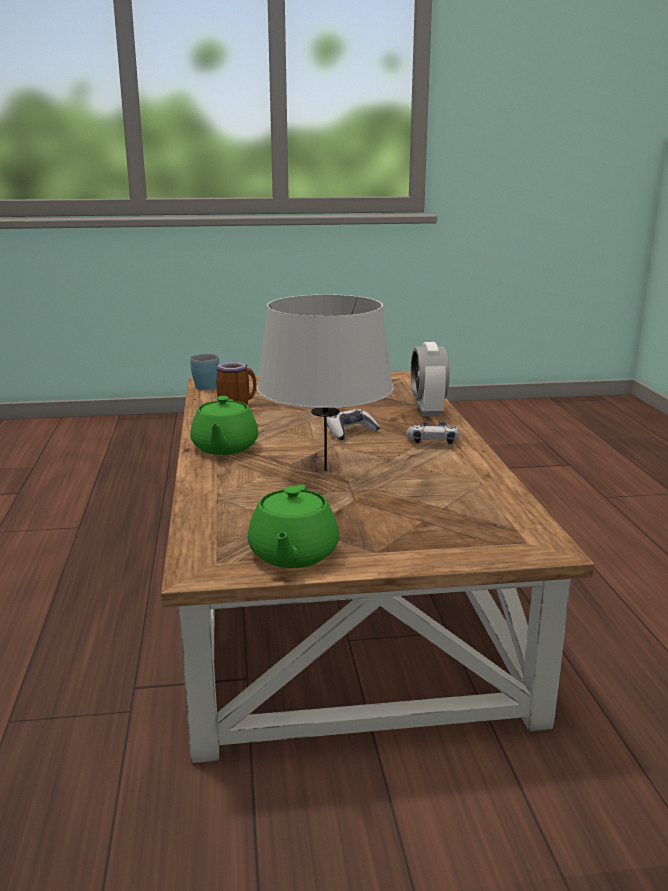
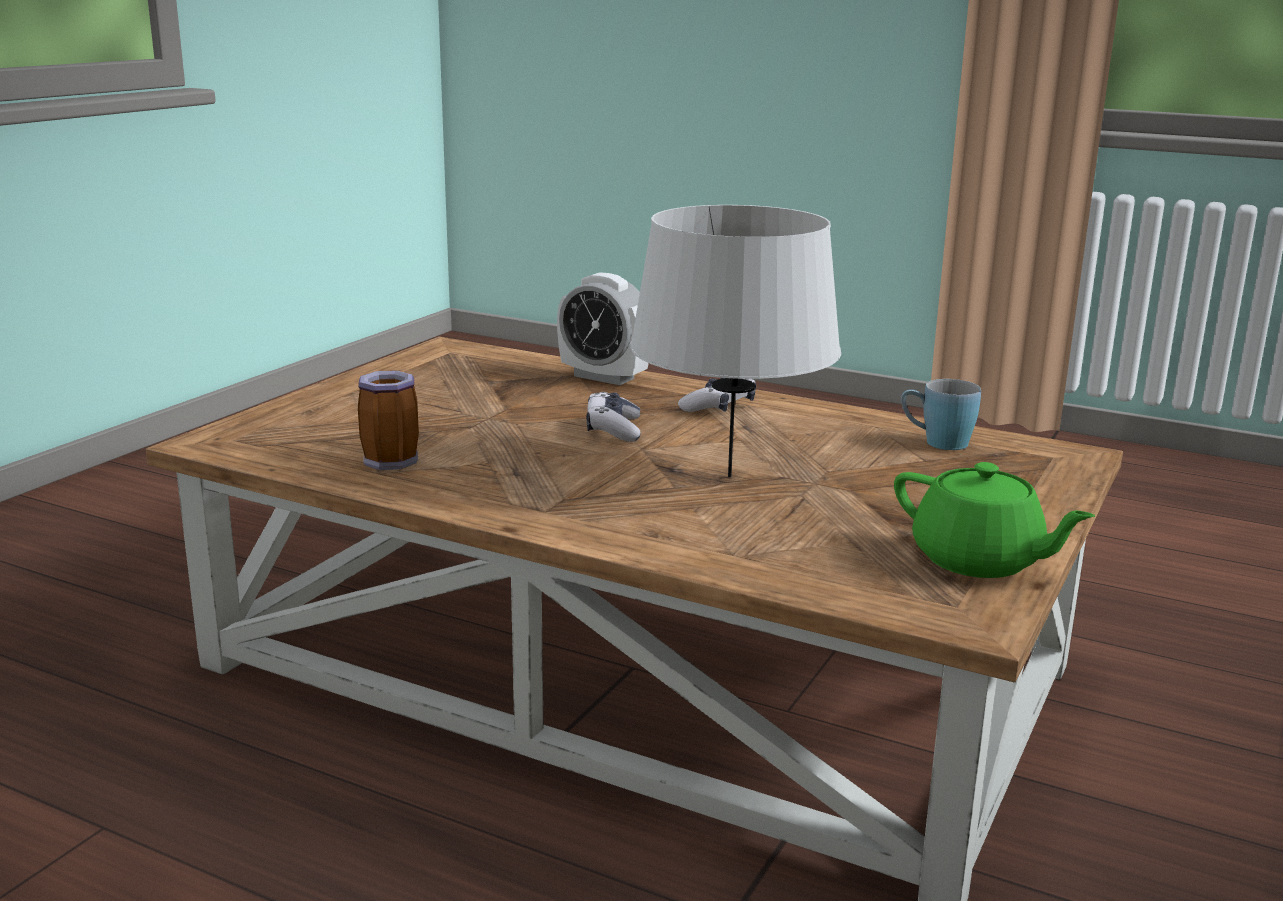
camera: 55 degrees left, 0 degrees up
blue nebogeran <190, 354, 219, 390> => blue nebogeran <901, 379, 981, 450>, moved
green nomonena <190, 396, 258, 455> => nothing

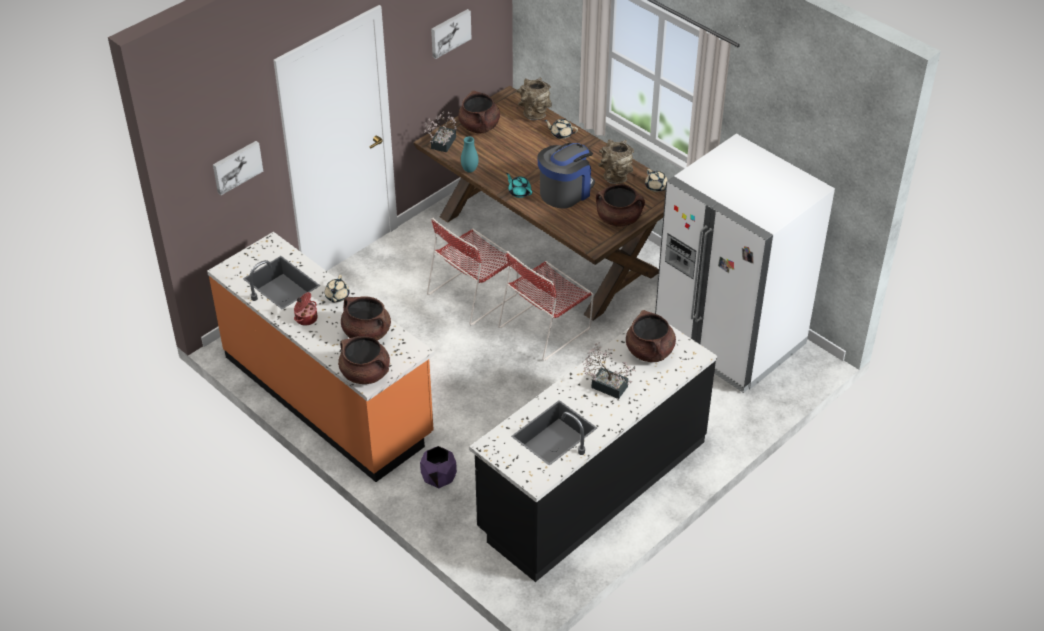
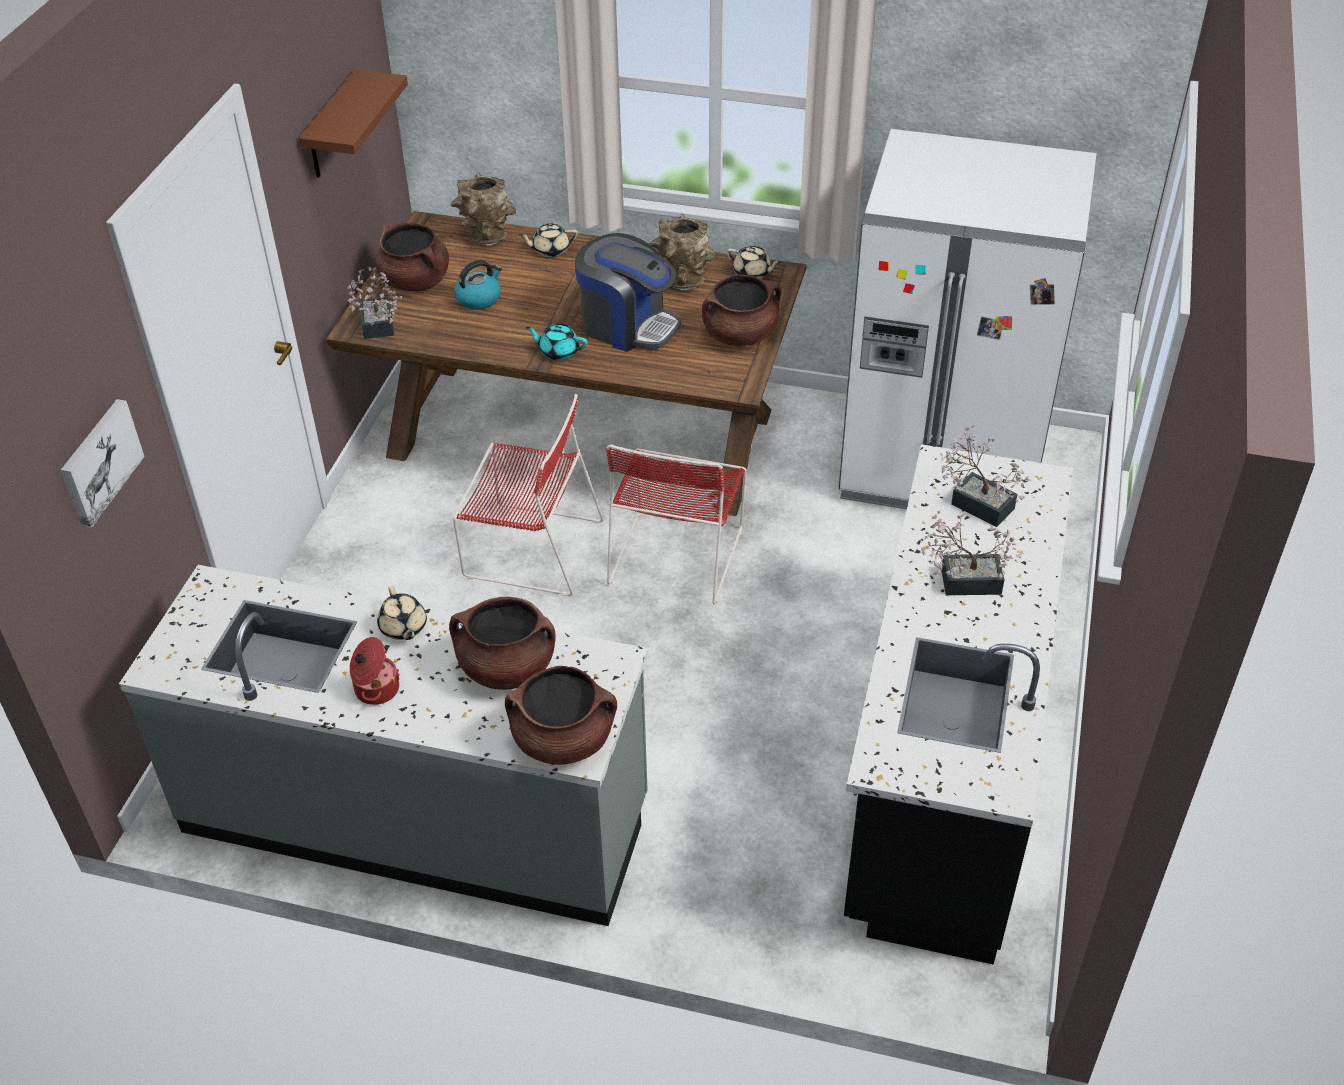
camera: 30 degrees left, 0 degrees up
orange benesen <207, 232, 434, 482> => grey benesen <119, 565, 648, 926>
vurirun <431, 9, 471, 59> => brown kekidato <299, 69, 408, 178>
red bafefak <427, 218, 519, 325> => red bafefak <453, 394, 604, 596>, 90 degrees counterclockwise
nothing => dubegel <454, 260, 502, 310>
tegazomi <537, 143, 595, 209> => tegazomi <575, 233, 681, 352>, 105 degrees clockwise
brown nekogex <626, 310, 676, 362> => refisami <940, 426, 1032, 527>
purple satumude <420, 446, 457, 488> => nothing
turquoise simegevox <461, 136, 478, 173> => nothing

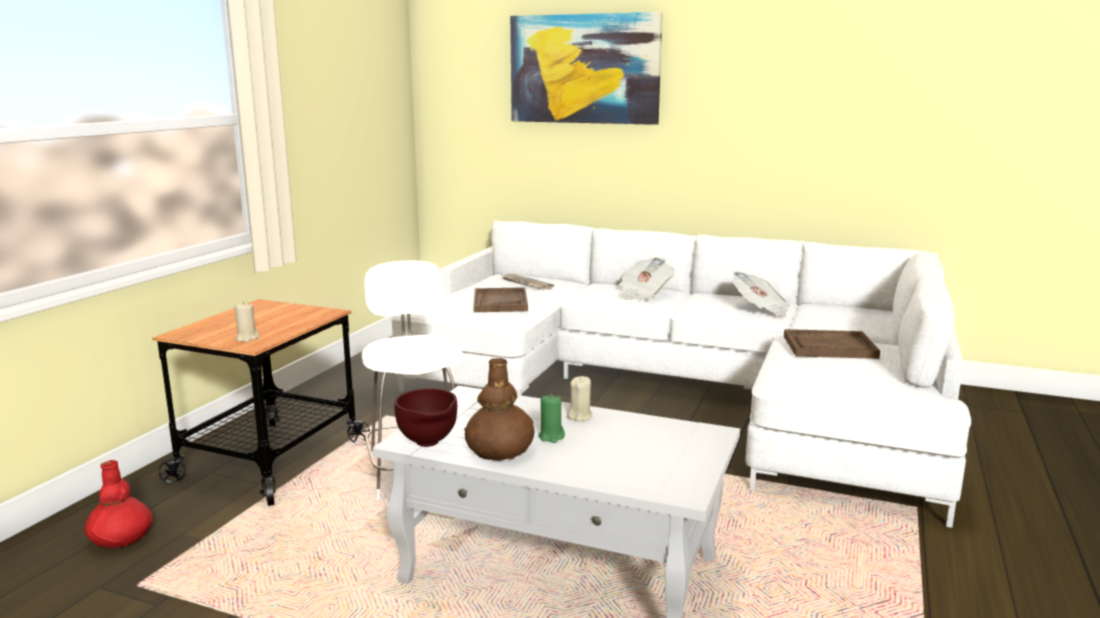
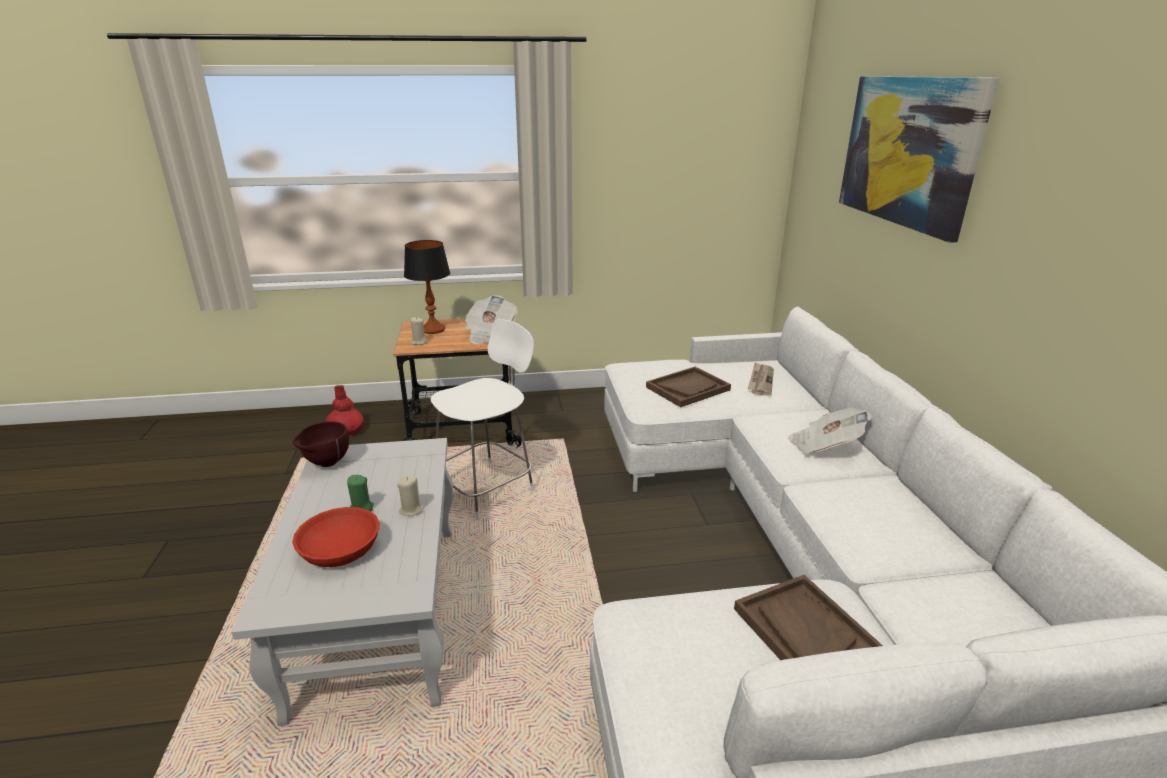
camera: 60 degrees right, 10 degrees up
nothing => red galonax <292, 507, 380, 567>
nothing => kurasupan <404, 240, 450, 334>
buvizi <732, 271, 790, 318> => buvizi <465, 295, 518, 344>, moved
brown simegevox <464, 358, 534, 461> => nothing

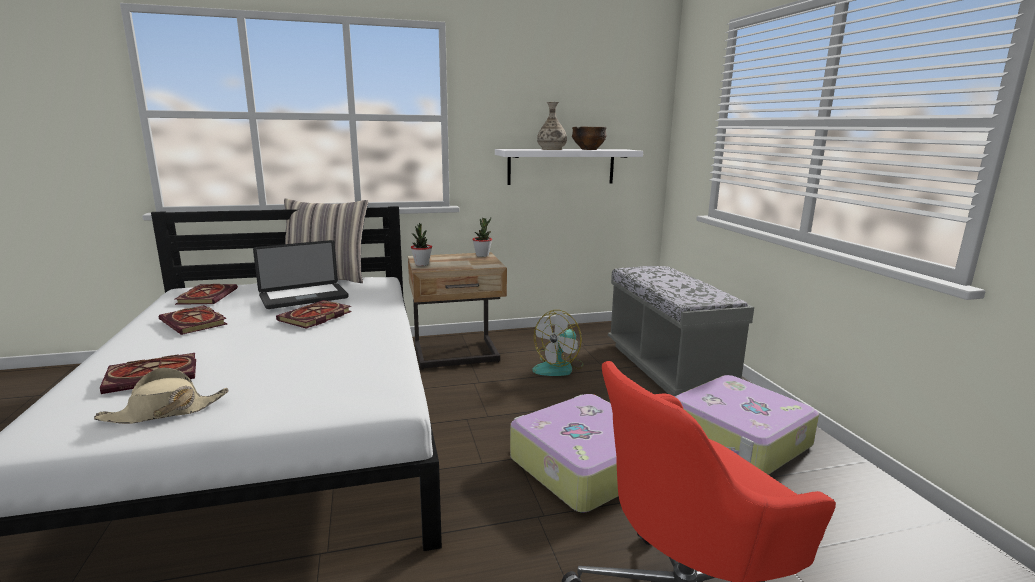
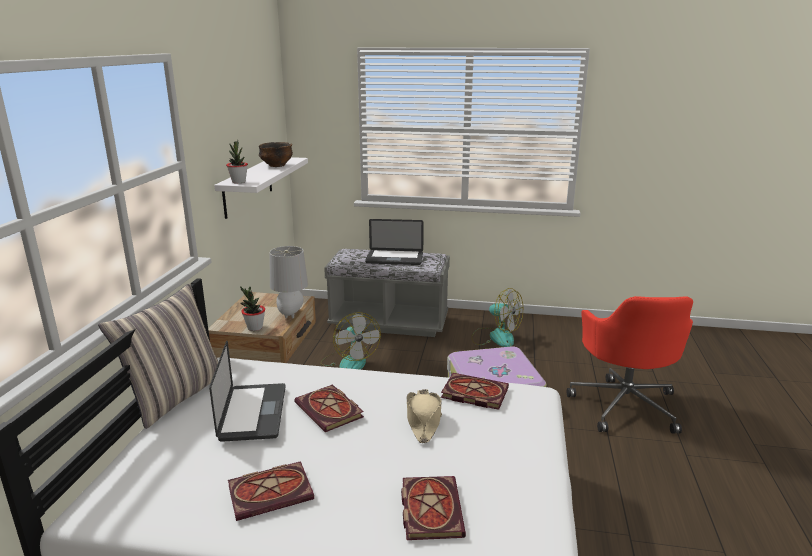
camera: 65 degrees left, 5 degrees up
refisami <472, 217, 492, 257> => refisami <226, 140, 248, 184>, moved
nothing => grey kurasupan <269, 246, 308, 318>
nothing => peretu <365, 219, 424, 265>
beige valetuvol <94, 368, 228, 424> => beige valetuvol <407, 389, 442, 443>, moved
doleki <174, 284, 238, 305> => doleki <441, 373, 509, 410>, moved
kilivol <675, 375, 819, 475> => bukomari <471, 288, 523, 347>
simegevox <537, 102, 567, 150> => nothing

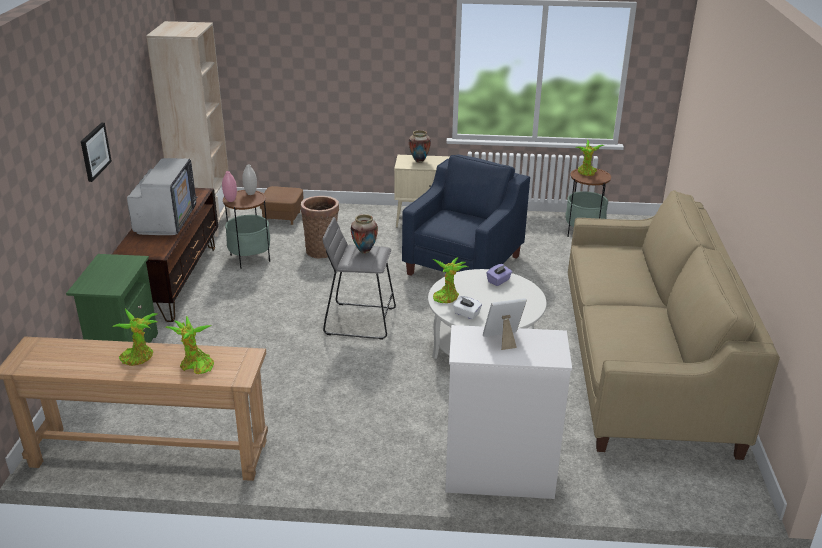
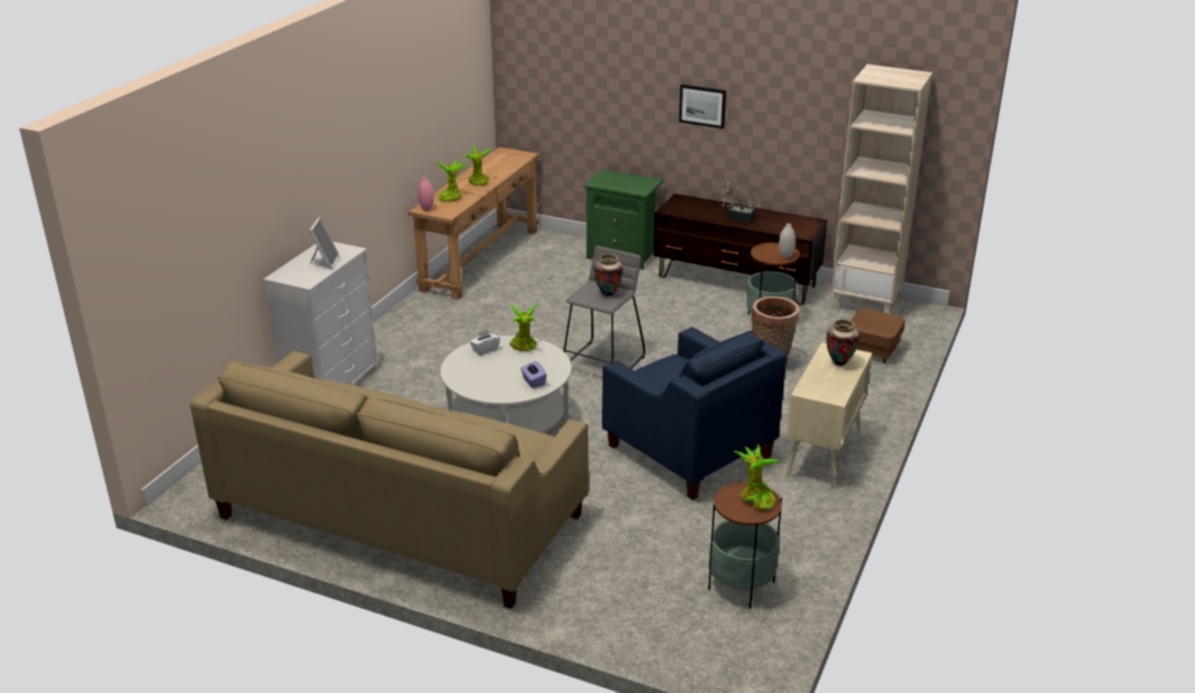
camera: 110 degrees right, 0 degrees up
pink simegevox <222, 171, 237, 202> => pink simegevox <418, 177, 434, 211>, moved
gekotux <127, 158, 198, 235> => refisami <721, 181, 761, 223>

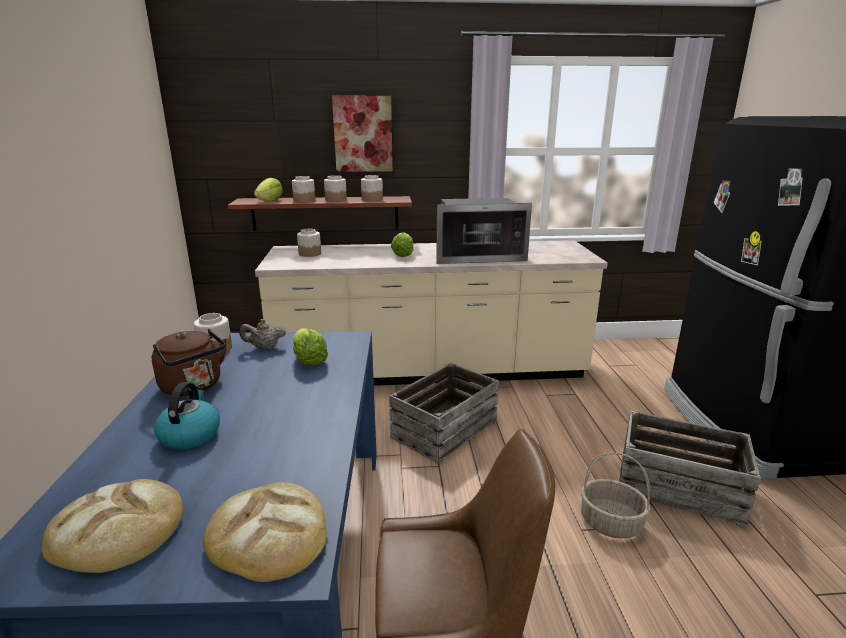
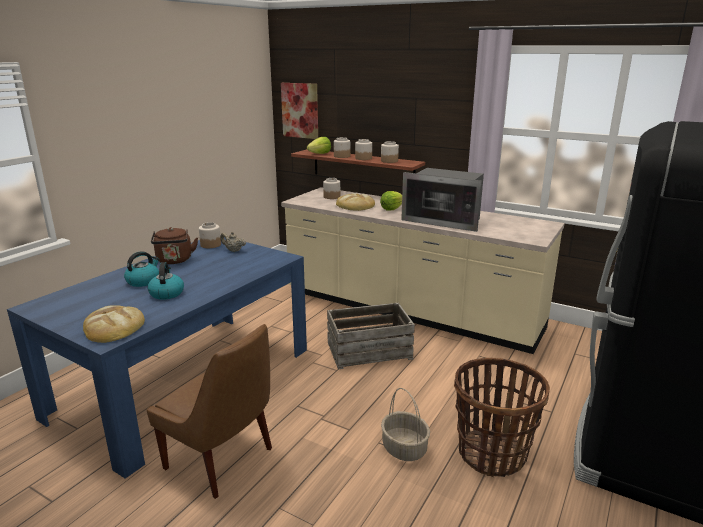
camera: 35 degrees right, 0 degrees up
nothing => dubegel <148, 262, 184, 300>
vurirun <332, 96, 393, 172> => vurirun <281, 83, 318, 139>, moved
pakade <42, 479, 183, 573> => pakade <336, 193, 375, 211>, moved
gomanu <619, 410, 761, 529> => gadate <454, 358, 550, 477>
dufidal <293, 328, 328, 366> => nothing

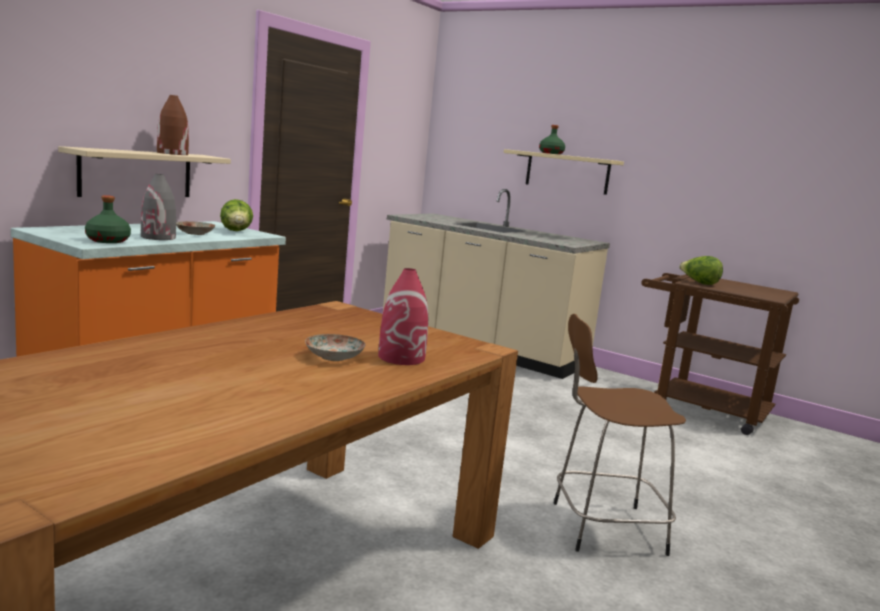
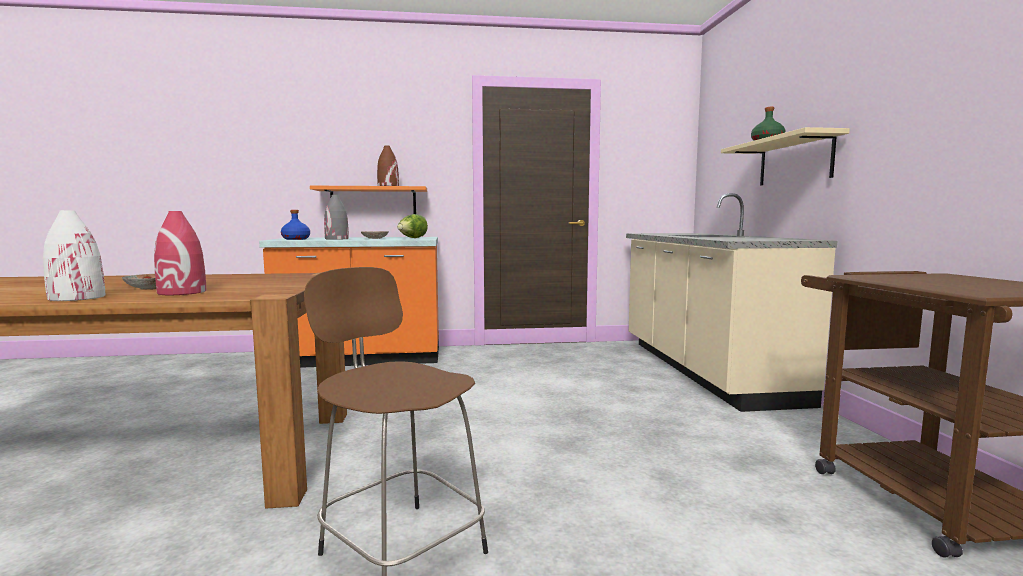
camera: 50 degrees right, 5 degrees down
nothing => white simegevox <43, 210, 105, 301>
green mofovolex <85, 195, 131, 243> => blue mofovolex <281, 210, 310, 240>
beige kekidato <58, 146, 231, 197> => orange kekidato <310, 186, 427, 214>
dufidal <679, 256, 723, 285> => nothing

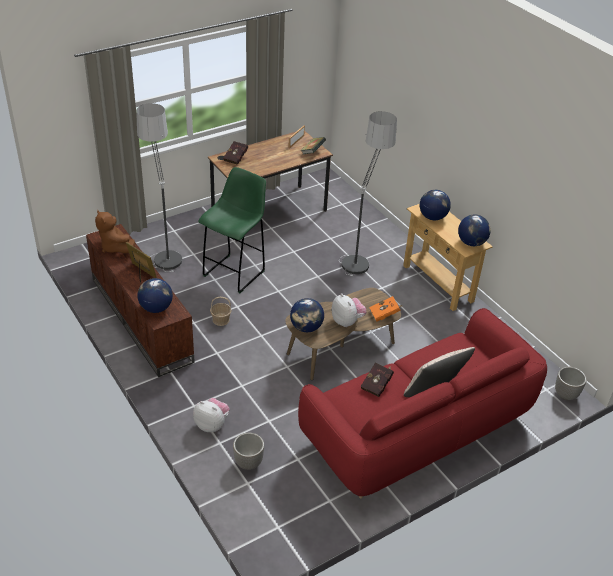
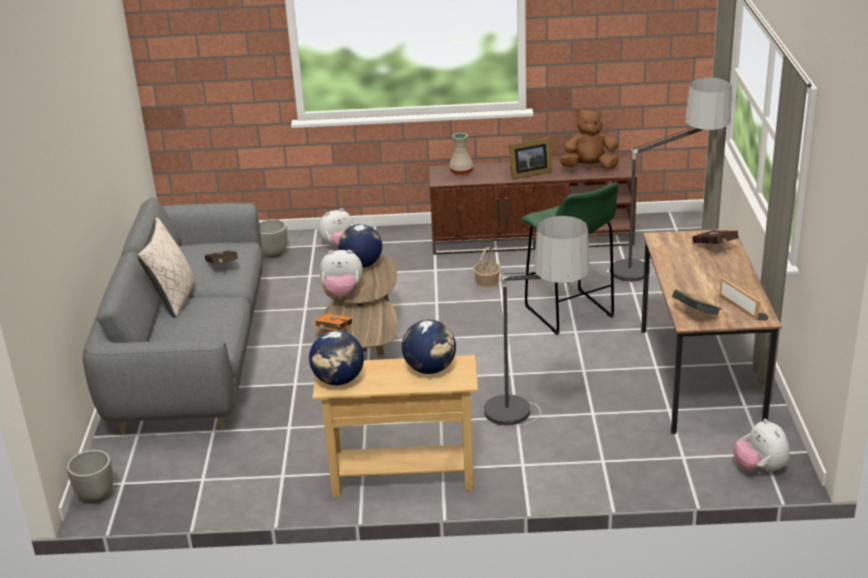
camera: 125 degrees right, 10 degrees down
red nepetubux <298, 308, 547, 499> => grey nepetubux <83, 197, 263, 434>
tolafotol <138, 278, 173, 313> => beige simegevox <449, 133, 473, 175>
nothing => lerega <734, 419, 790, 473>

